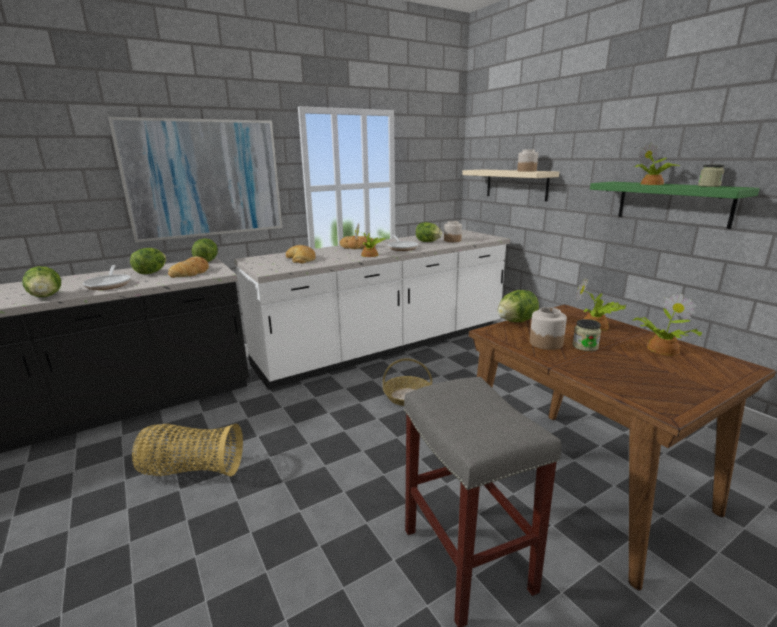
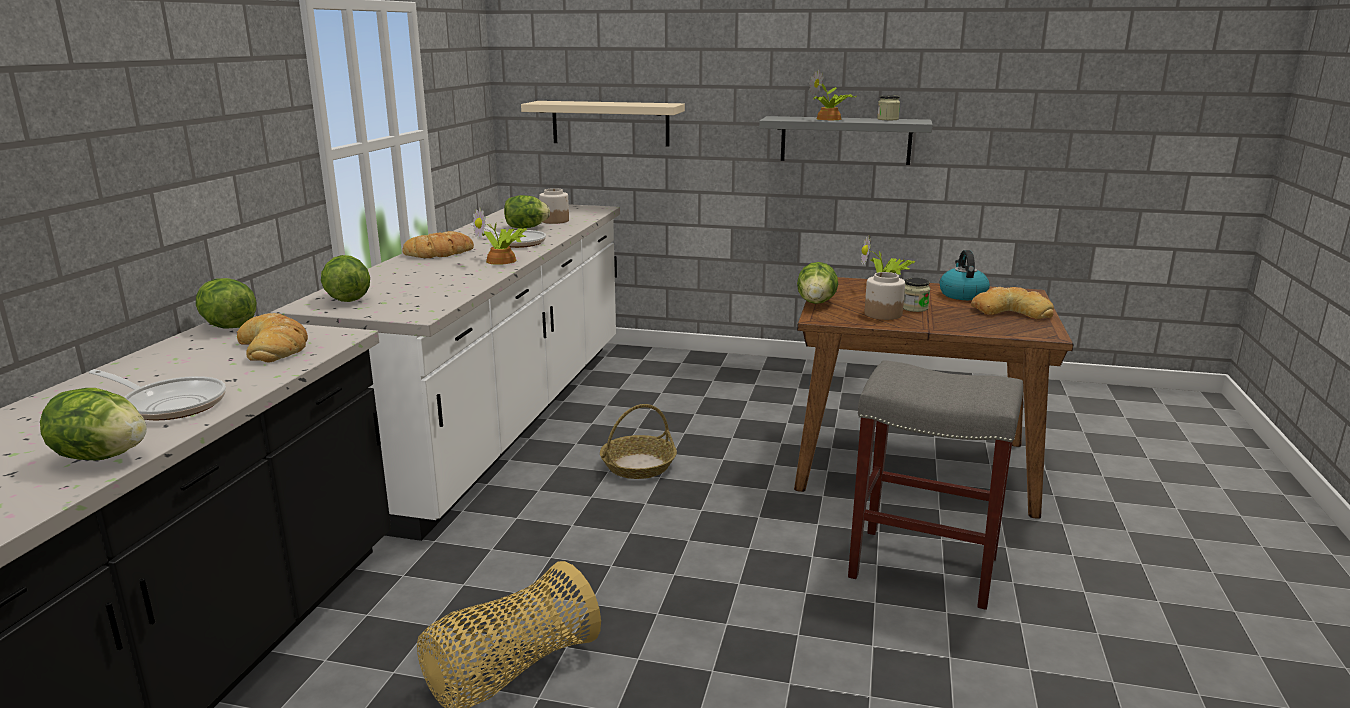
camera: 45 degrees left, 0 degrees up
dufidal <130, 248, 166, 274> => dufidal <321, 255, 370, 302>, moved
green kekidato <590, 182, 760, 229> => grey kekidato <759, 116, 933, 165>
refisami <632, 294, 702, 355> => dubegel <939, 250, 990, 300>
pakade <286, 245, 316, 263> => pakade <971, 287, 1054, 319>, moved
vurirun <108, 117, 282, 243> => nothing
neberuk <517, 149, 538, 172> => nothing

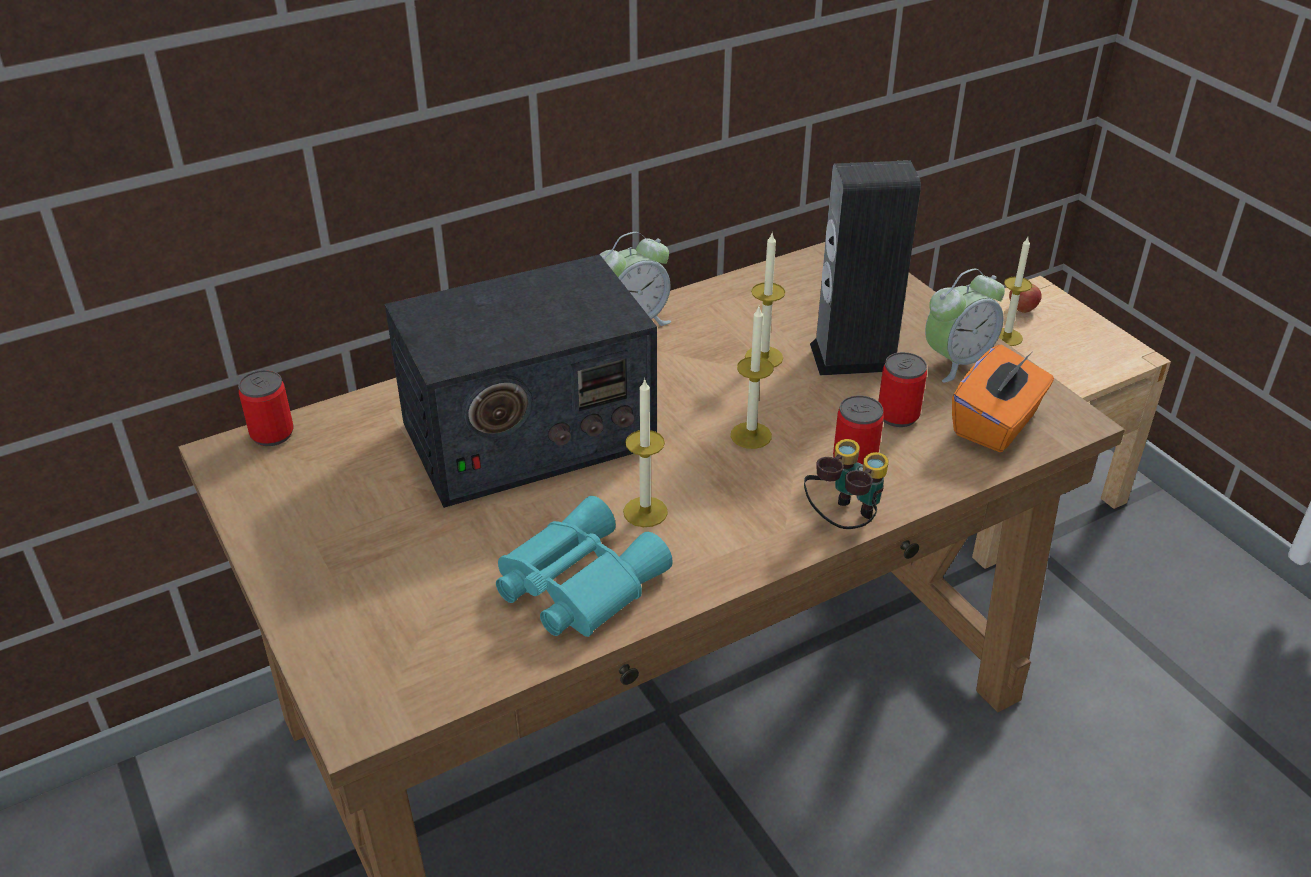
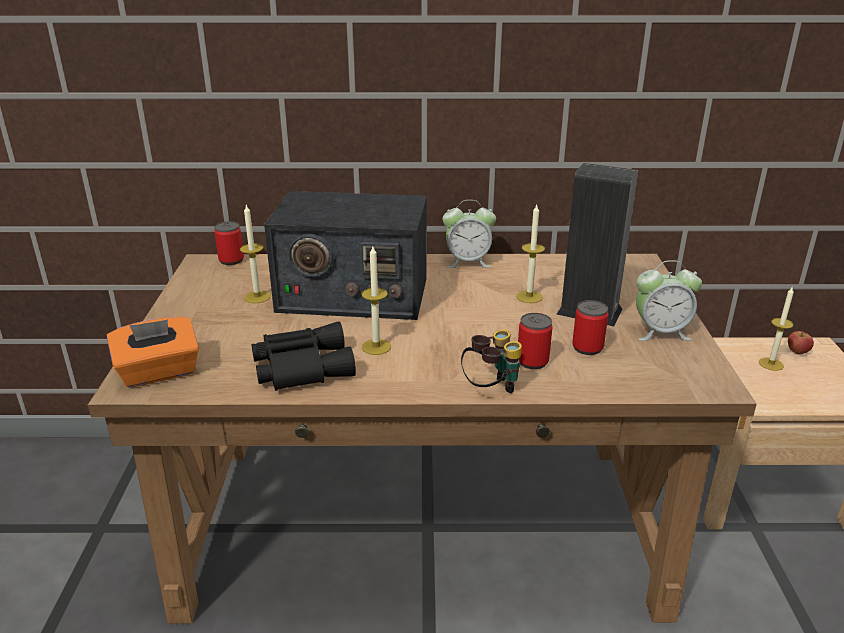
camera: 30 degrees right, 10 degrees down
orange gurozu <952, 344, 1054, 452> => orange gurozu <107, 317, 199, 388>, moved
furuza <731, 307, 773, 449> => furuza <240, 205, 271, 303>, moved
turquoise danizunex <496, 496, 673, 637> => black danizunex <252, 321, 356, 391>

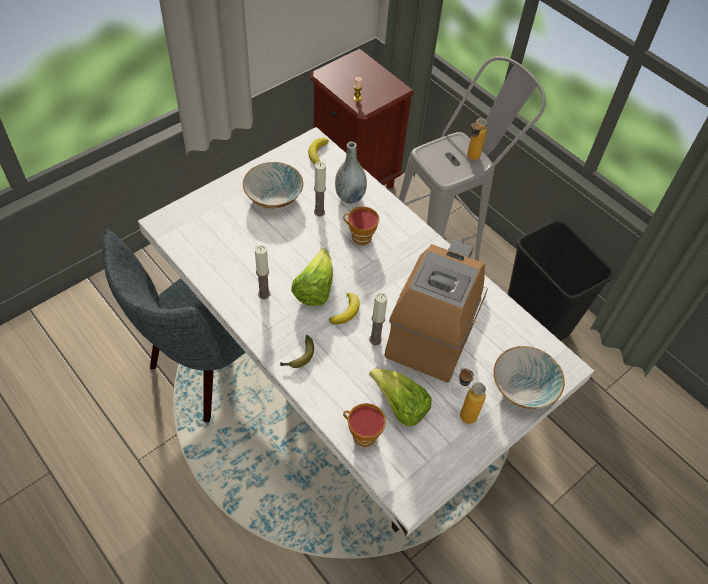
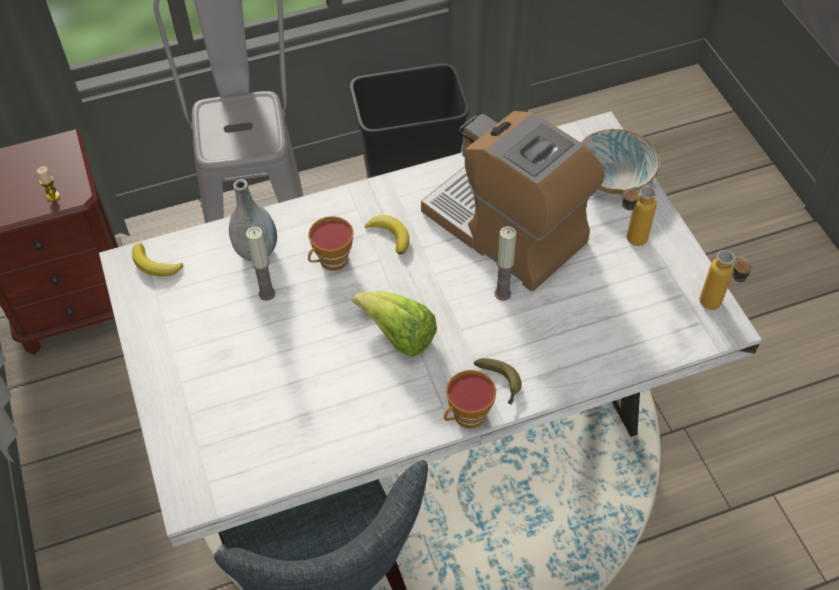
camera: 65 degrees left, 0 degrees up
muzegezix <329, 293, 360, 325> => muzegezix <365, 215, 409, 255>, moved
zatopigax <343, 403, 386, 447> => zatopigax <444, 370, 496, 428>, moved
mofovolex <467, 118, 487, 160> => mofovolex <700, 250, 752, 310>, moved
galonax <243, 162, 303, 208> => nothing
furuza <255, 245, 271, 299> => nothing
dufidal <369, 369, 432, 426> => nothing

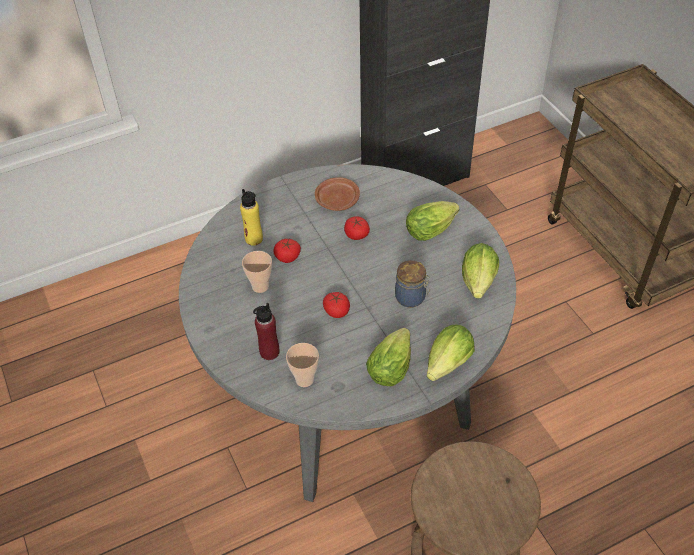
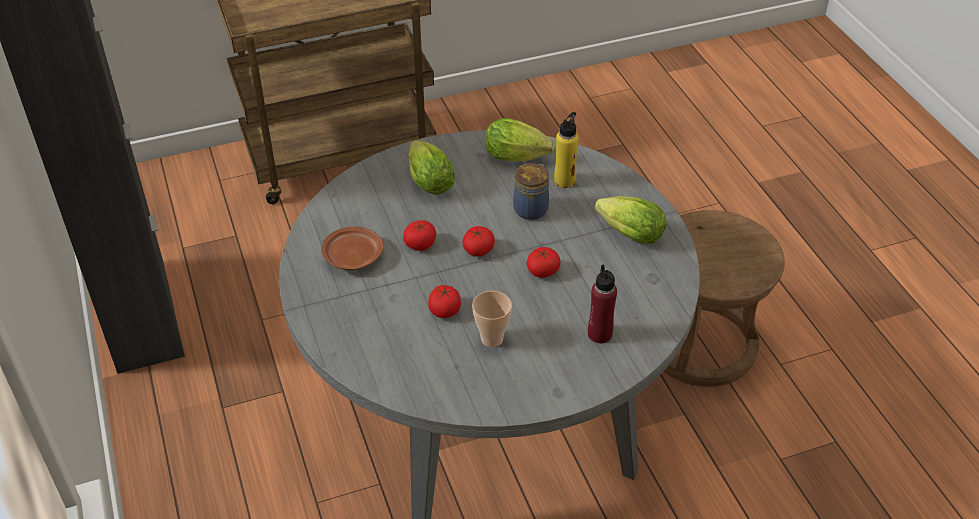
camera: 85 degrees left, 5 degrees down
nothing => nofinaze <462, 226, 495, 257>
yellow mofovolex <240, 189, 263, 246> => yellow mofovolex <554, 112, 579, 188>, moved
zatopigax <286, 343, 319, 387> => nothing
dufidal <427, 325, 475, 381> => nothing

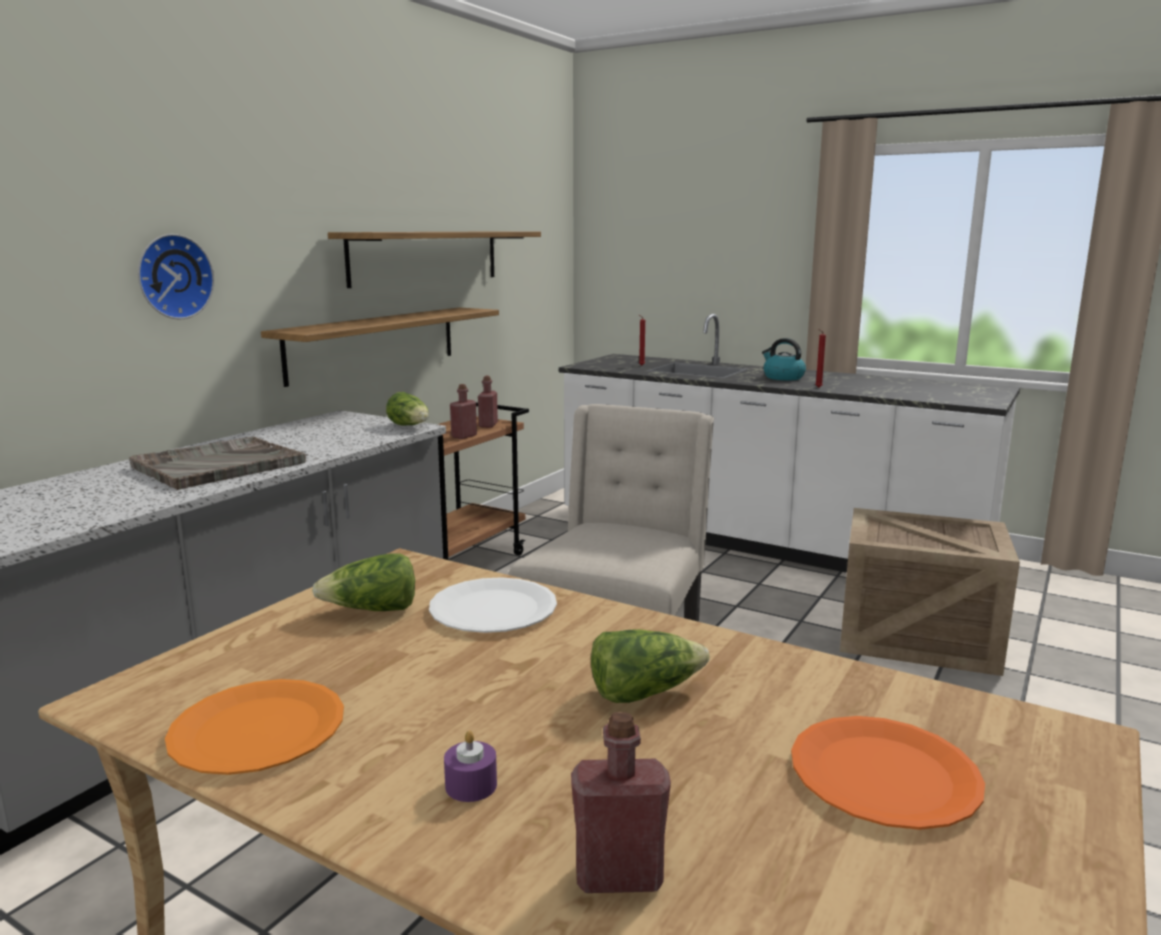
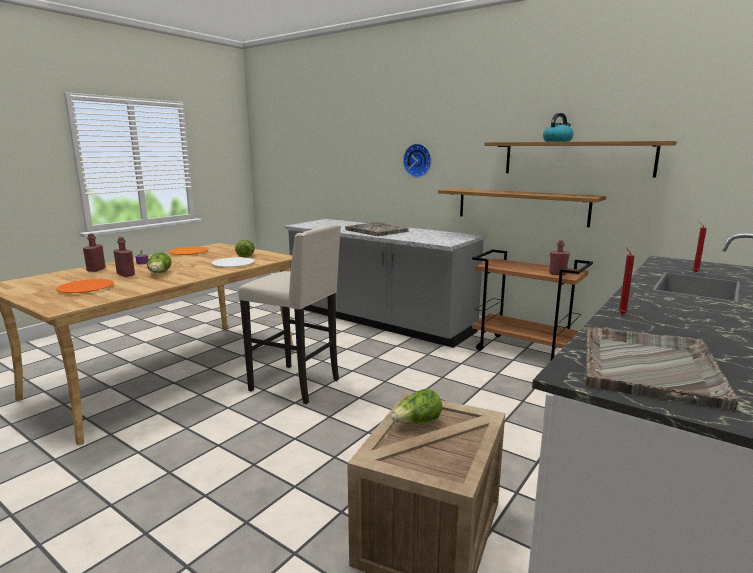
camera: 95 degrees right, 0 degrees up
red mofovolex <450, 384, 477, 439> => red mofovolex <114, 237, 135, 277>, moved
dufidal <386, 392, 429, 425> => dufidal <391, 389, 442, 424>, moved
dubegel <762, 338, 806, 381> => dubegel <543, 113, 573, 142>, moved
nothing => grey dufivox <585, 327, 738, 410>

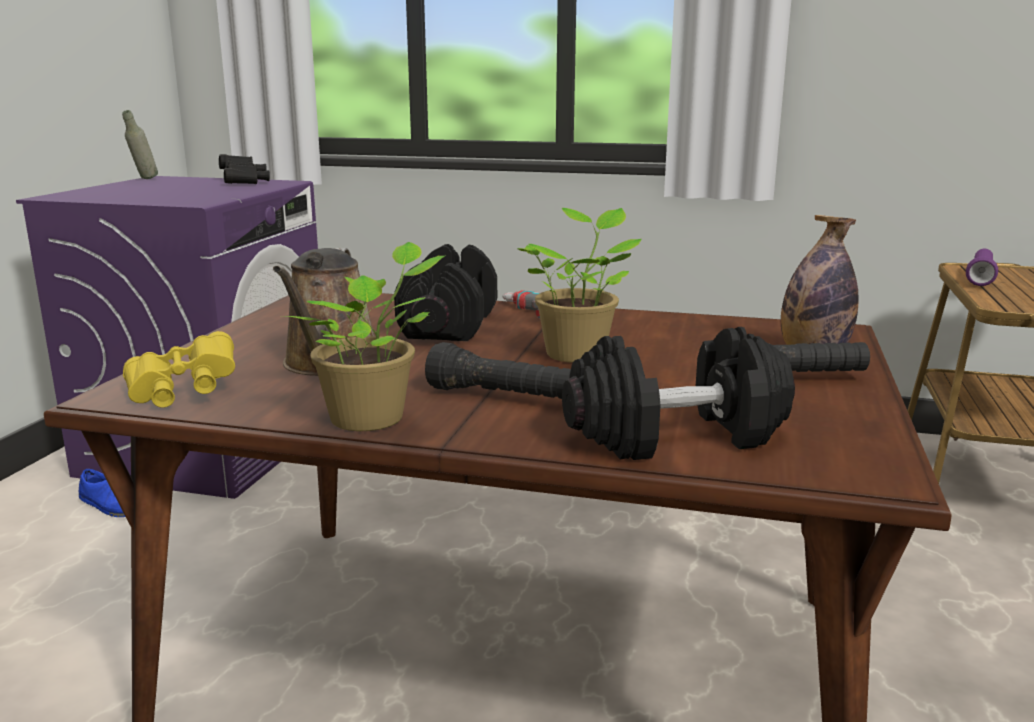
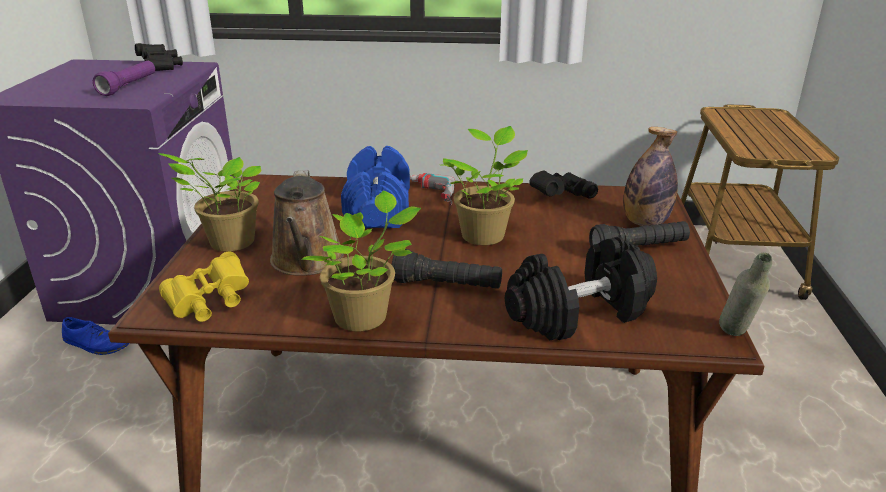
camera: 10 degrees left, 10 degrees up
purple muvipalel <966, 249, 998, 286> => purple muvipalel <93, 61, 155, 96>, moved
nothing => refisami <158, 153, 261, 252>
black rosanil <394, 244, 497, 341> => blue rosanil <341, 146, 410, 228>
nothing => black danizunex <529, 171, 598, 199>
grey mofovolex <122, 110, 158, 179> => grey mofovolex <719, 253, 772, 336>, moved

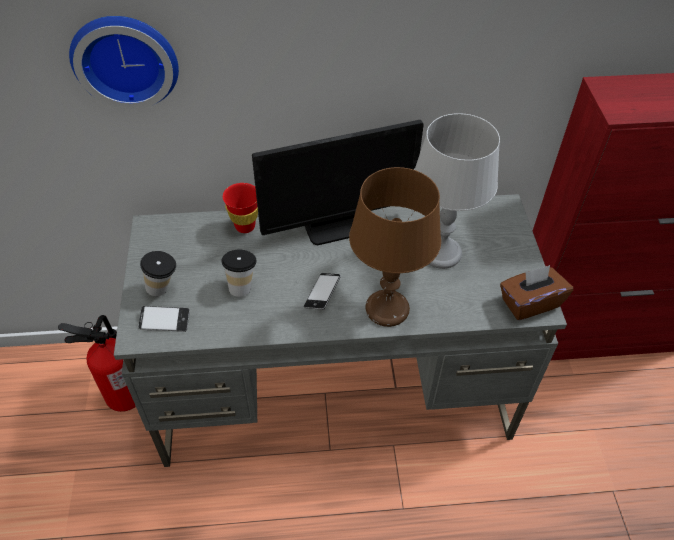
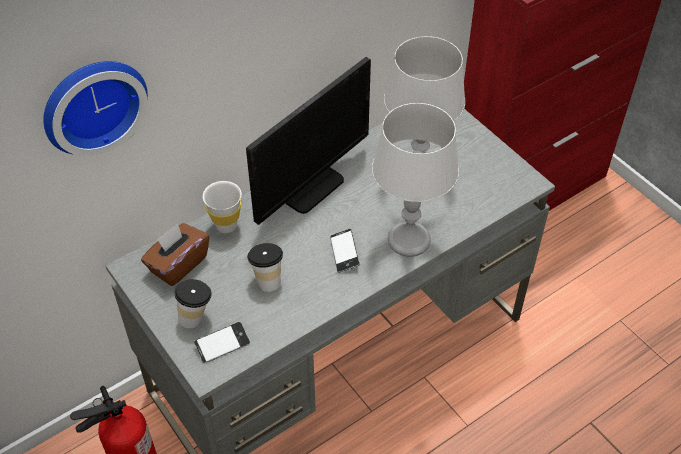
camera: 30 degrees left, 0 degrees up
brown gurozu <500, 265, 573, 320> => brown gurozu <141, 223, 209, 286>, moved
red zatopigax <223, 183, 258, 233> => white zatopigax <203, 181, 242, 233>
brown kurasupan <349, 167, 441, 327> => grey kurasupan <372, 103, 459, 257>

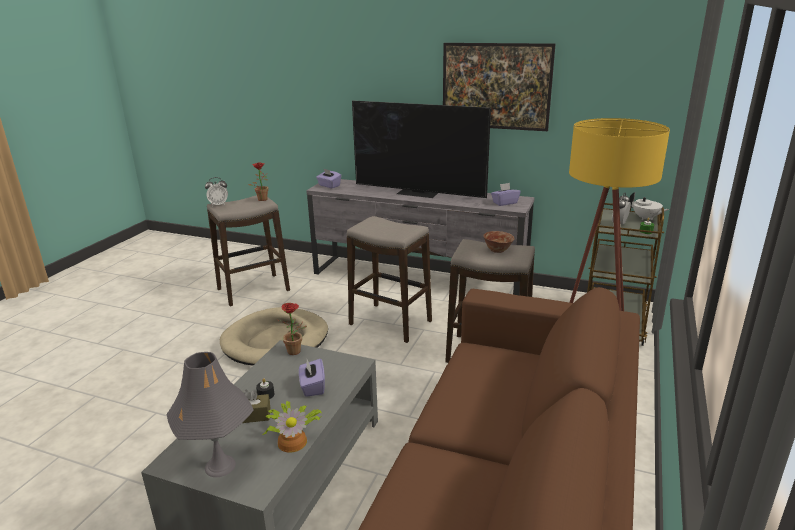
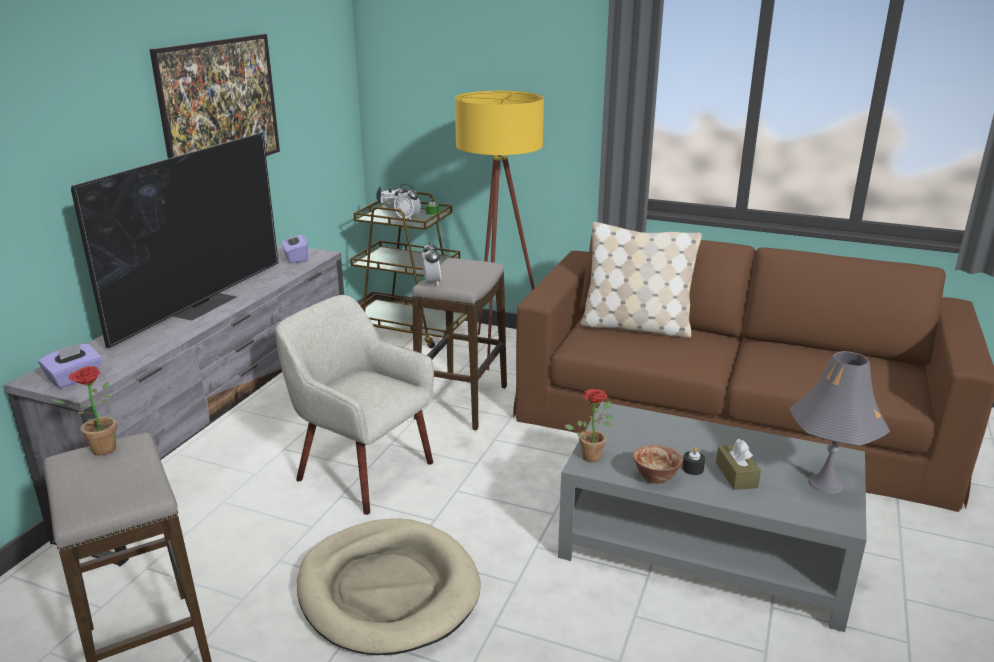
camera: 90 degrees left, 0 degrees up
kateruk <347, 216, 432, 343> => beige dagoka <276, 295, 434, 515>
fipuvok <205, 177, 228, 207> => fipuvok <421, 240, 441, 286>, moved
nothing => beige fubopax <580, 222, 702, 338>
galonax <483, 231, 514, 253> => galonax <633, 445, 683, 484>, moved
refisami <263, 401, 321, 453> => nothing
purple gurozu <299, 359, 325, 397> => nothing

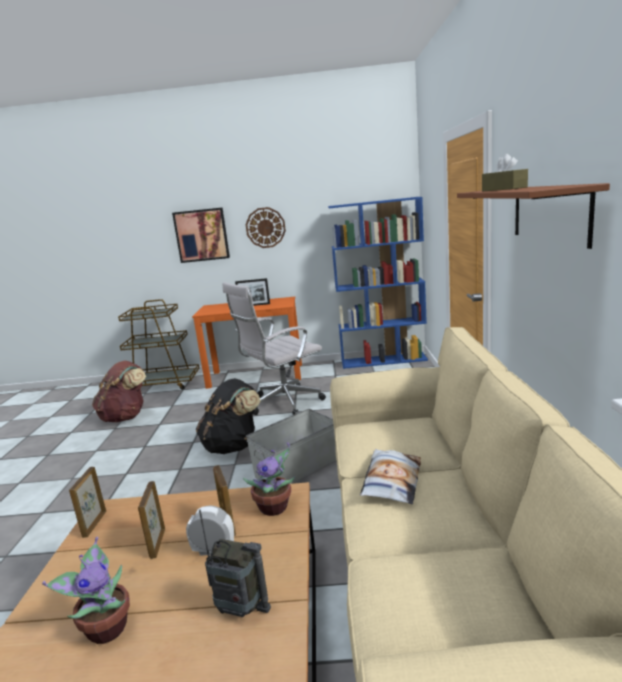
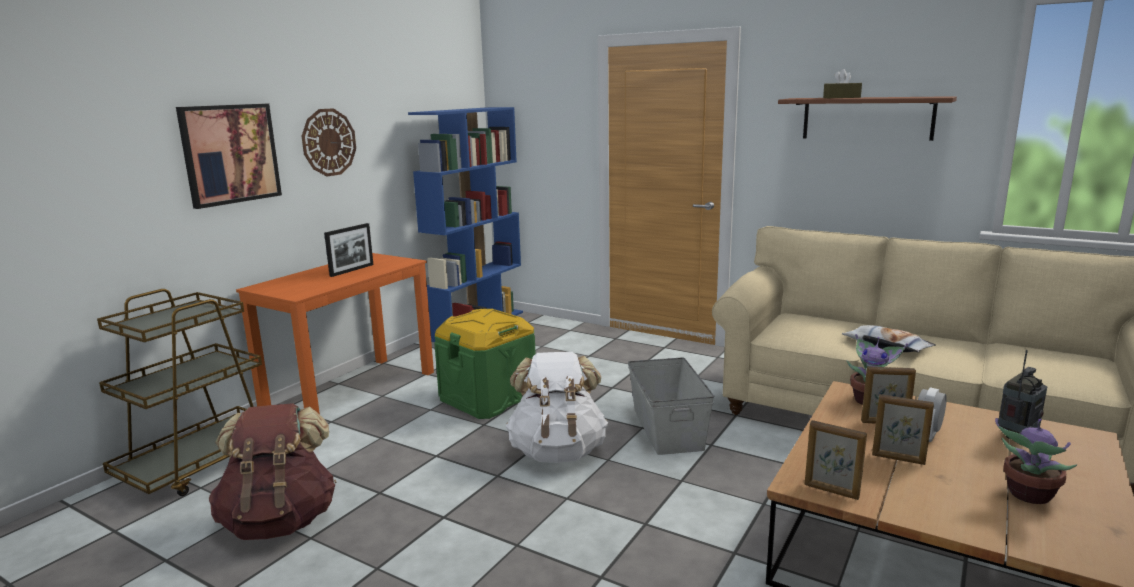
camera: 60 degrees left, 0 degrees up
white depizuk <222, 282, 326, 415> => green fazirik <434, 309, 536, 419>
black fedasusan <196, 378, 261, 454> => white fedasusan <506, 352, 608, 463>

